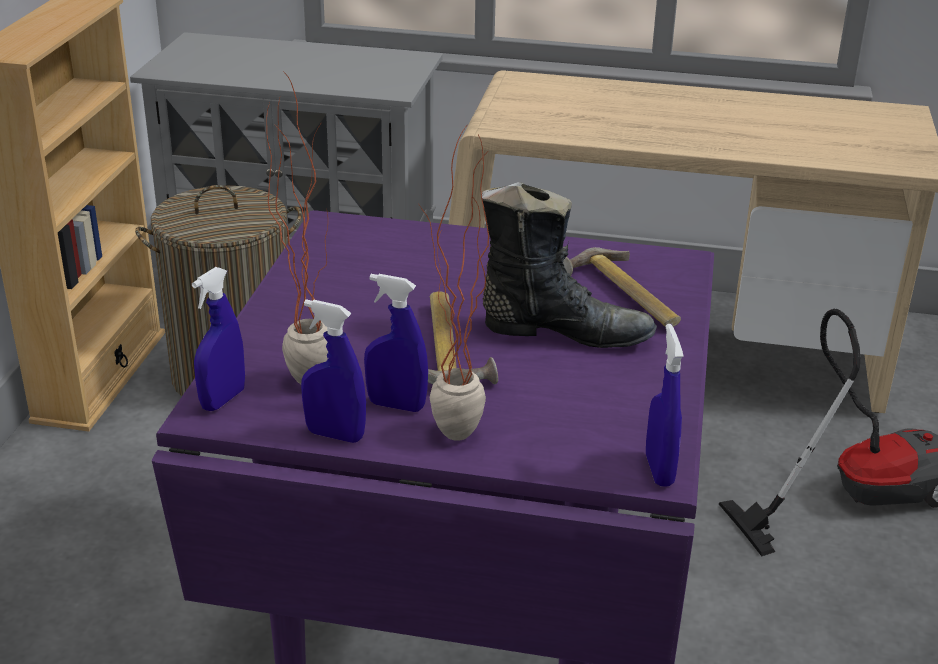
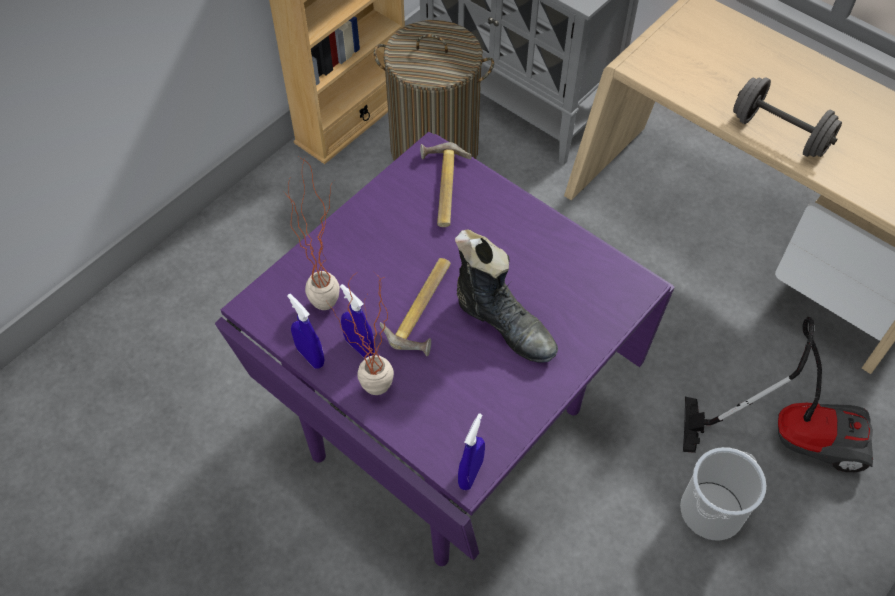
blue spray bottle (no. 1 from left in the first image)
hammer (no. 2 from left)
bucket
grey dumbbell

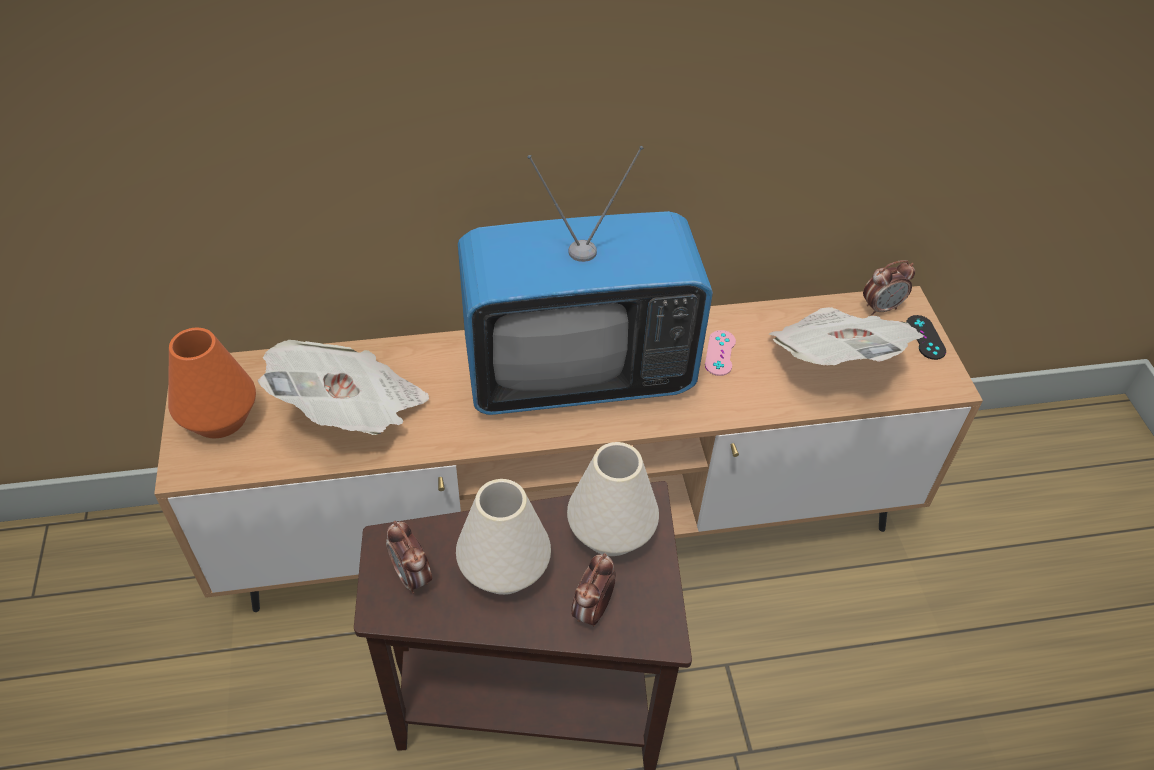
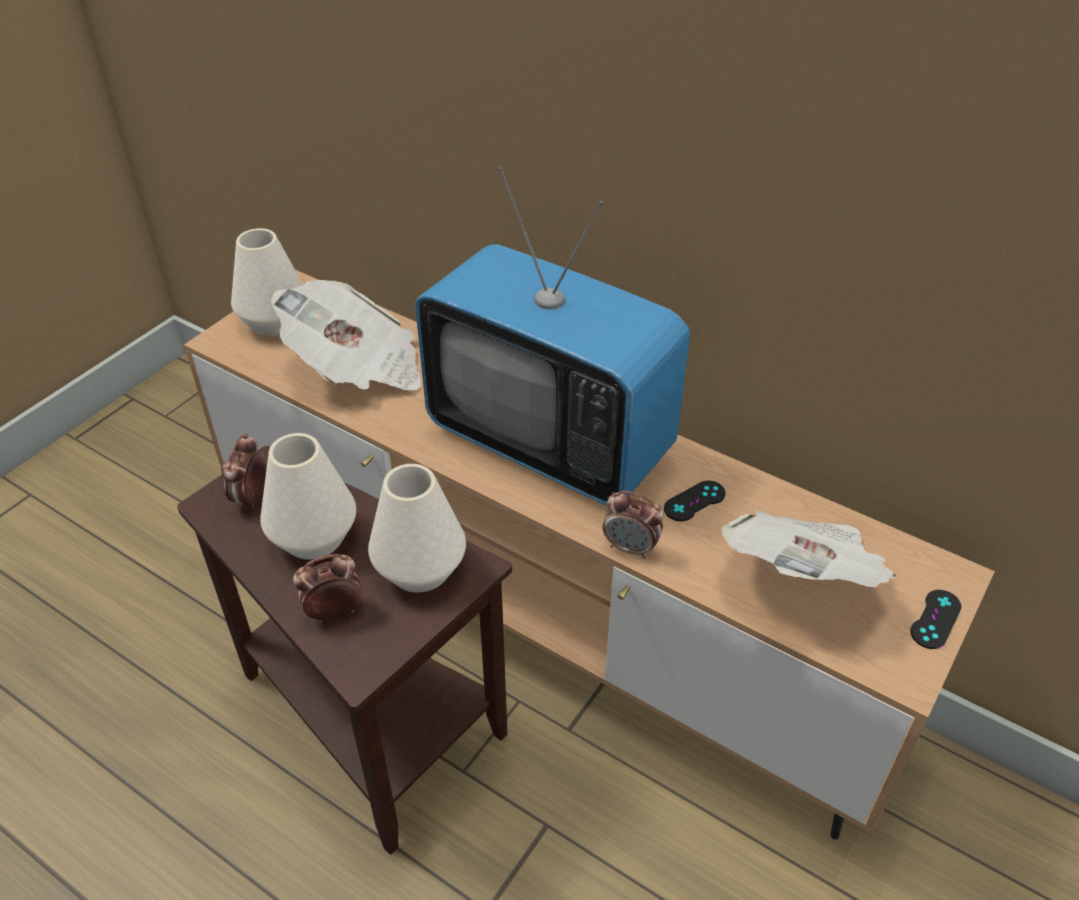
white vase (no. 1 from left)
black game controller (no. 1 from left)
alarm clock (no. 3 from left)

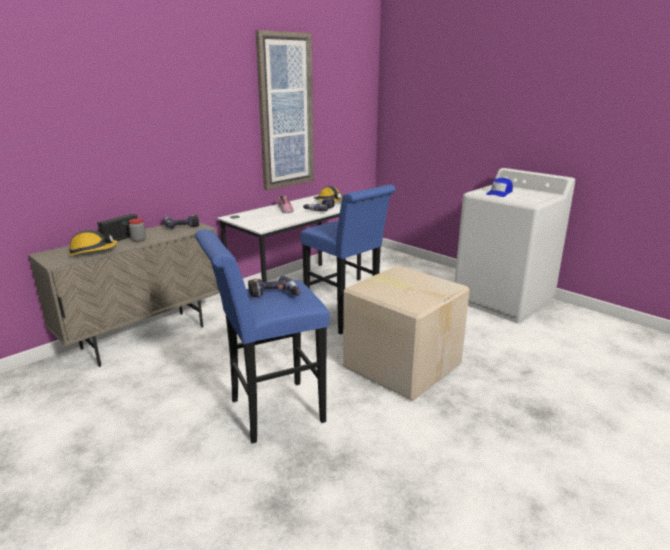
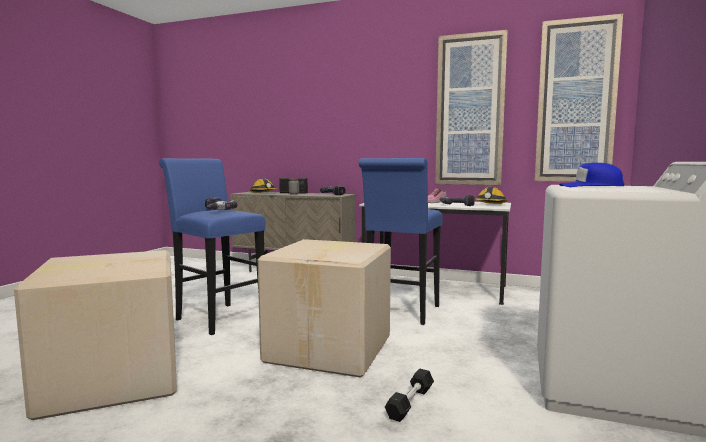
cardboard box (no. 1 from left)
black dumbbell
picture (no. 2 from left)

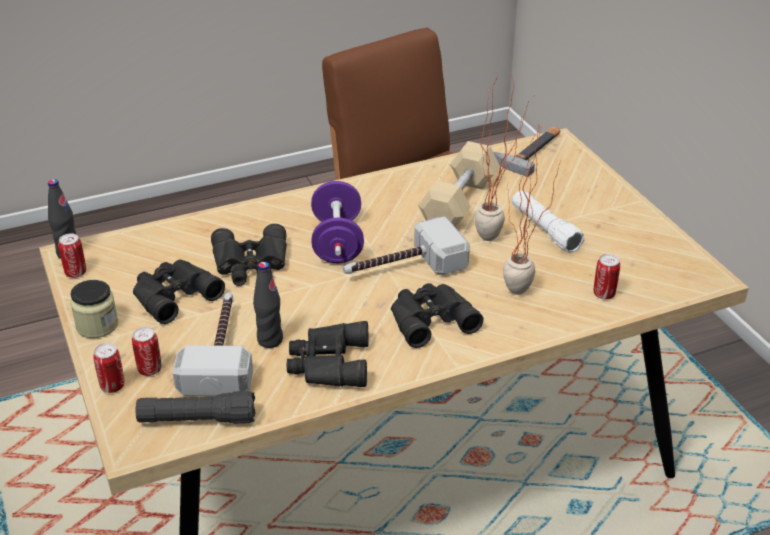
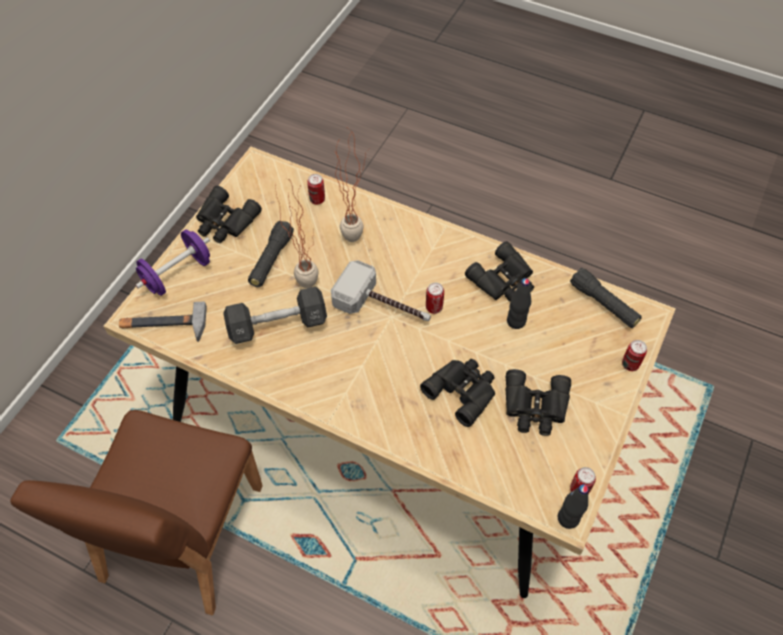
jar
can (no. 2 from left)
hammer (no. 1 from left in the first image)
purple dumbbell
black binoculars (no. 1 from left)
black dumbbell
black flashlight (no. 1 from left)

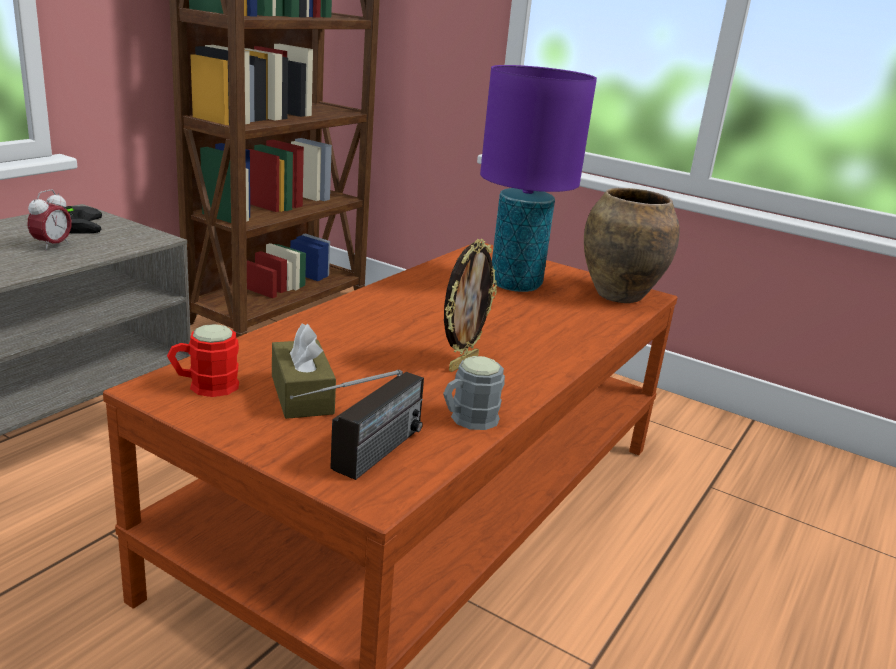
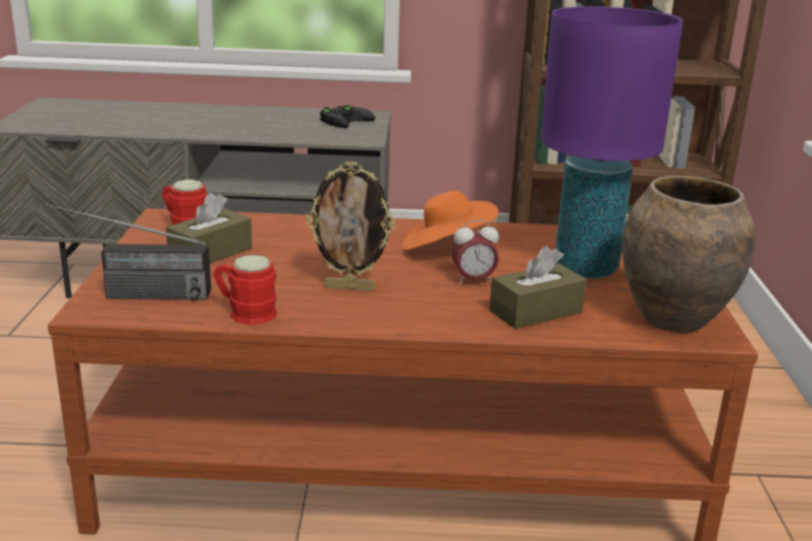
alarm clock
red mug (no. 2 from left)
orange hat
brown tissue box (no. 2 from left)

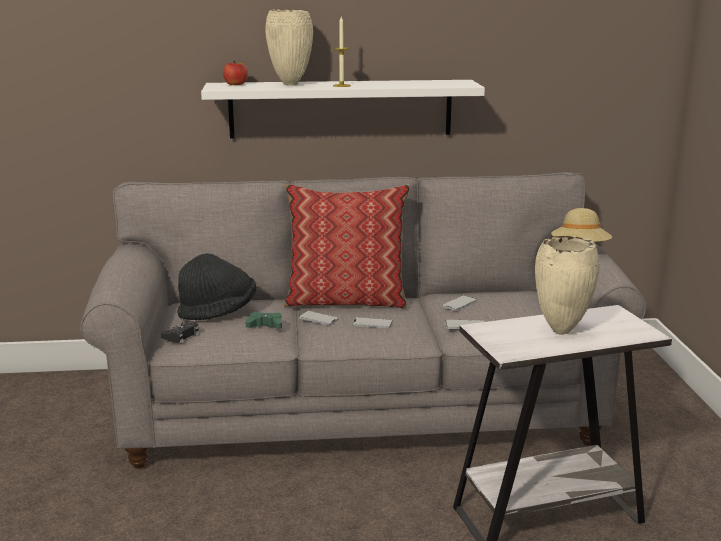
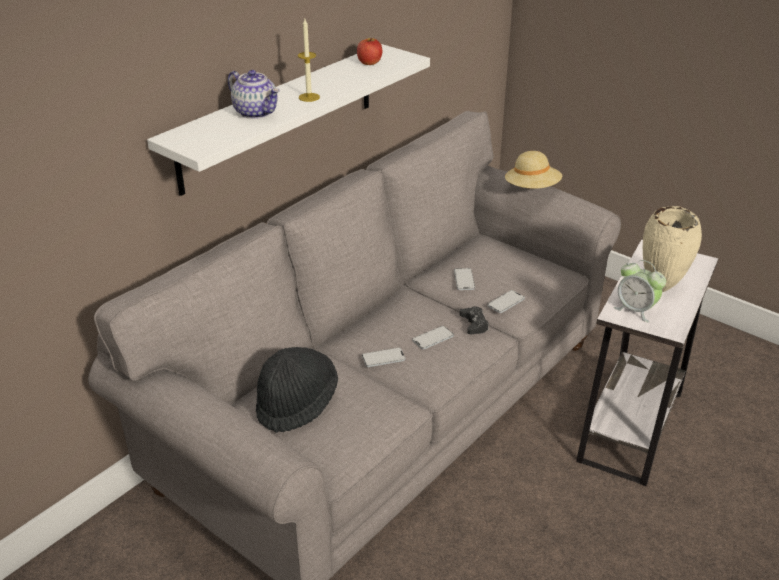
black game controller
apple
green game controller
teapot
pillow
alarm clock

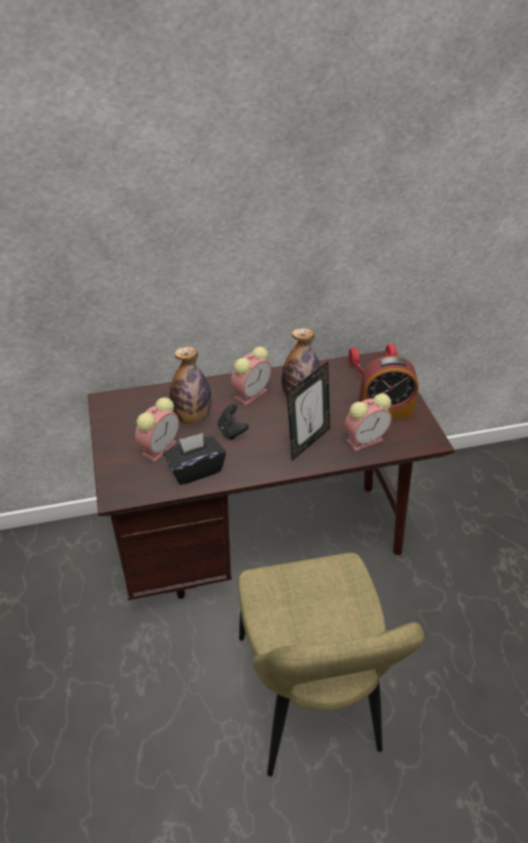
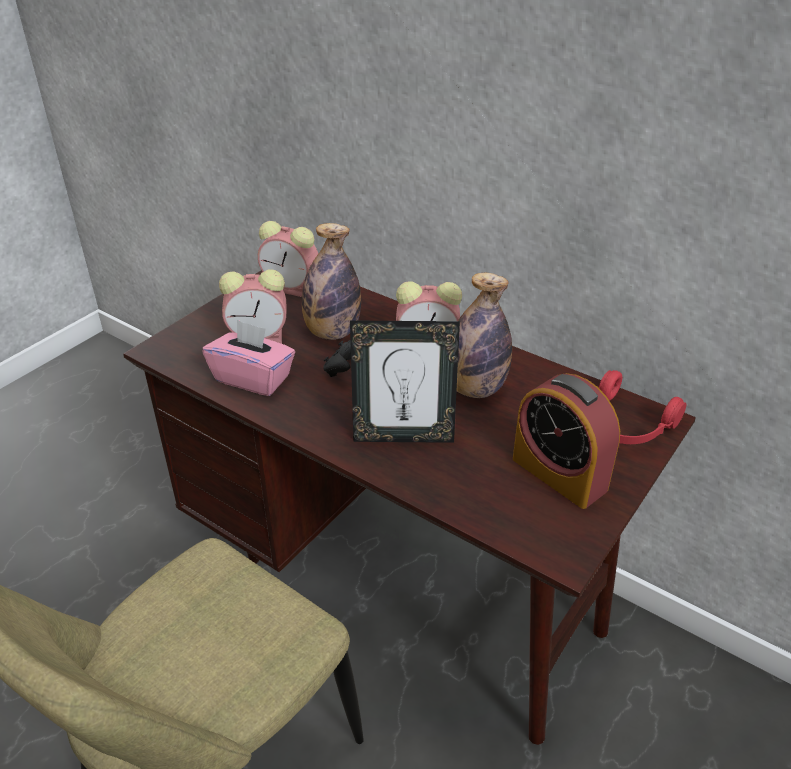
pink tissue box
alarm clock (no. 2 from left)

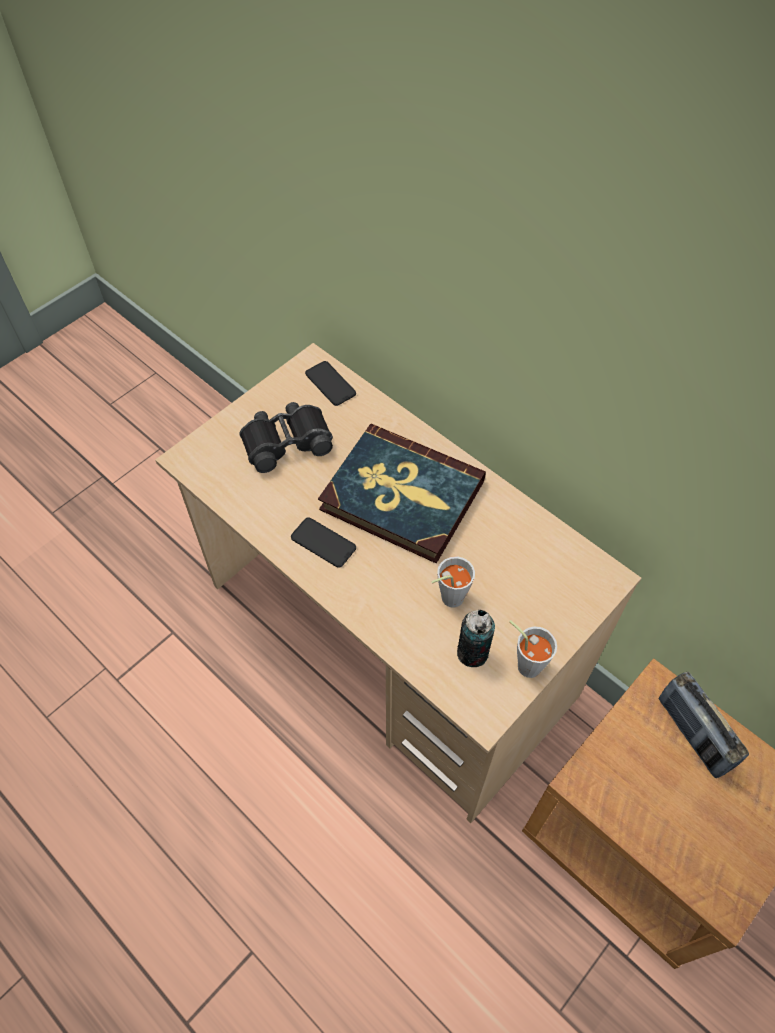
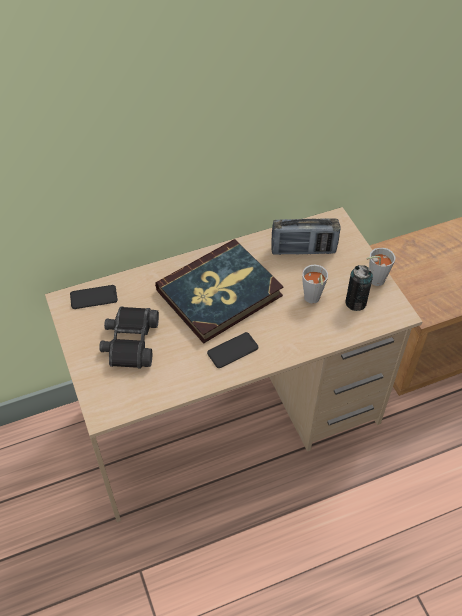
radio

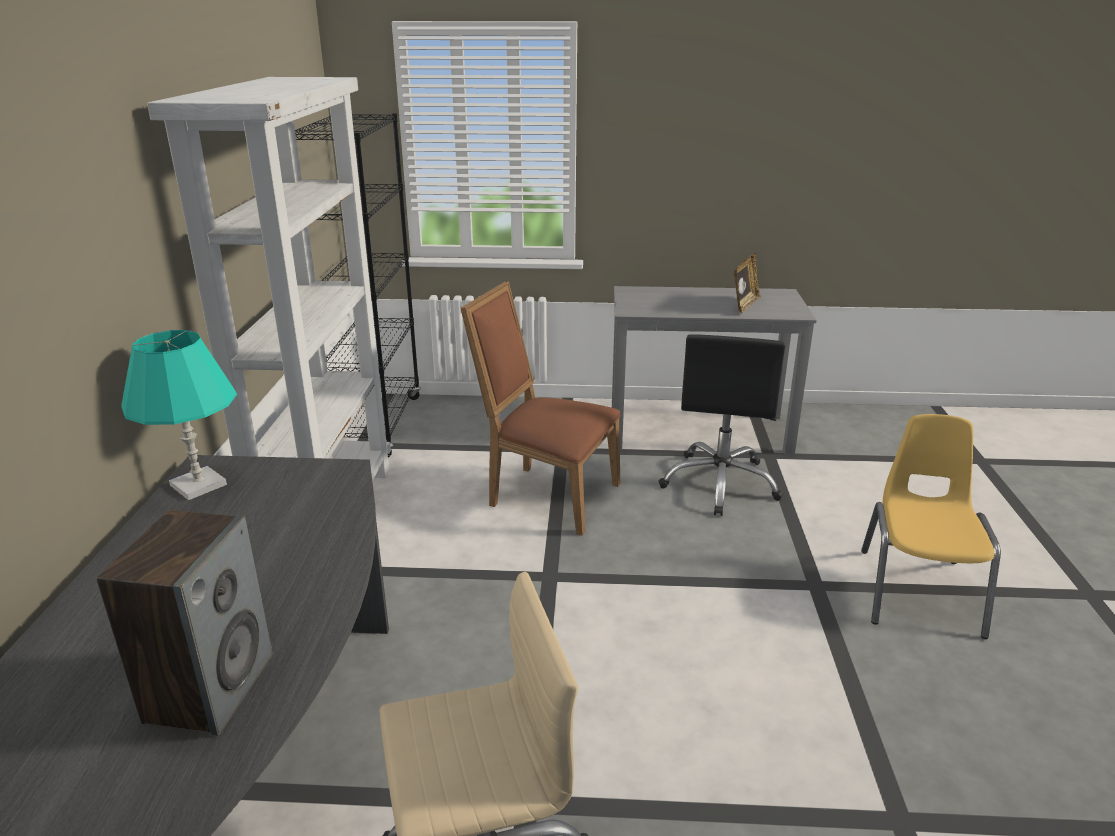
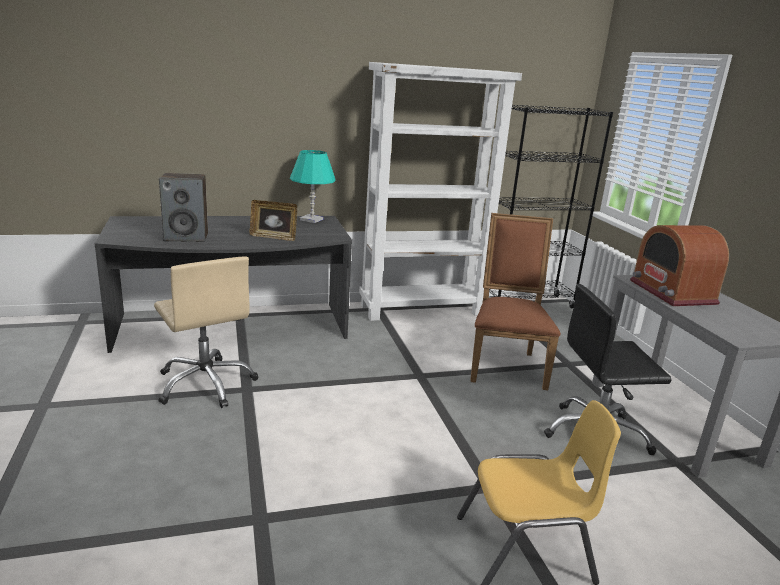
picture frame
radio

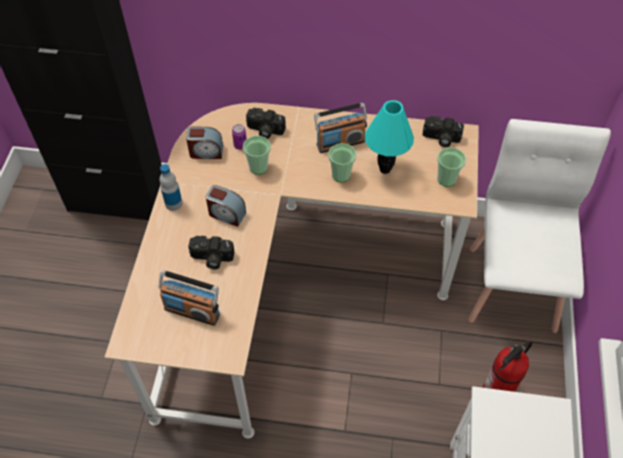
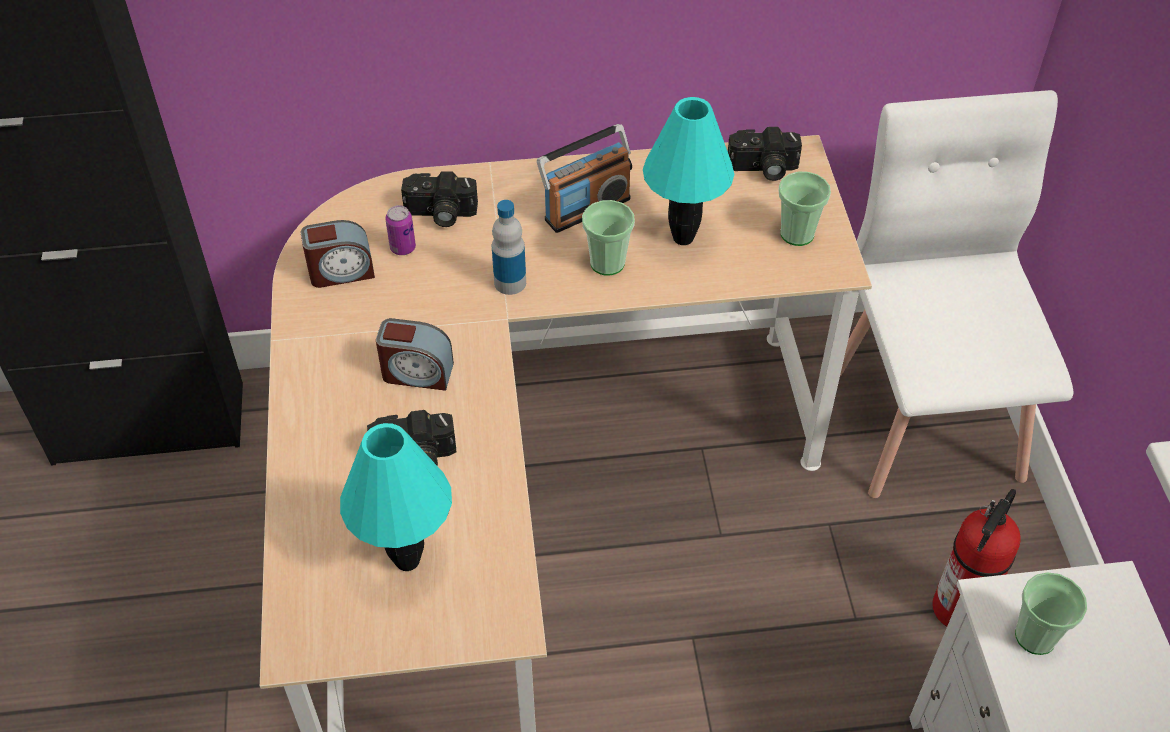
turquoise table lamp (no. 1 from left)
bottle
cup (no. 3 from left)

